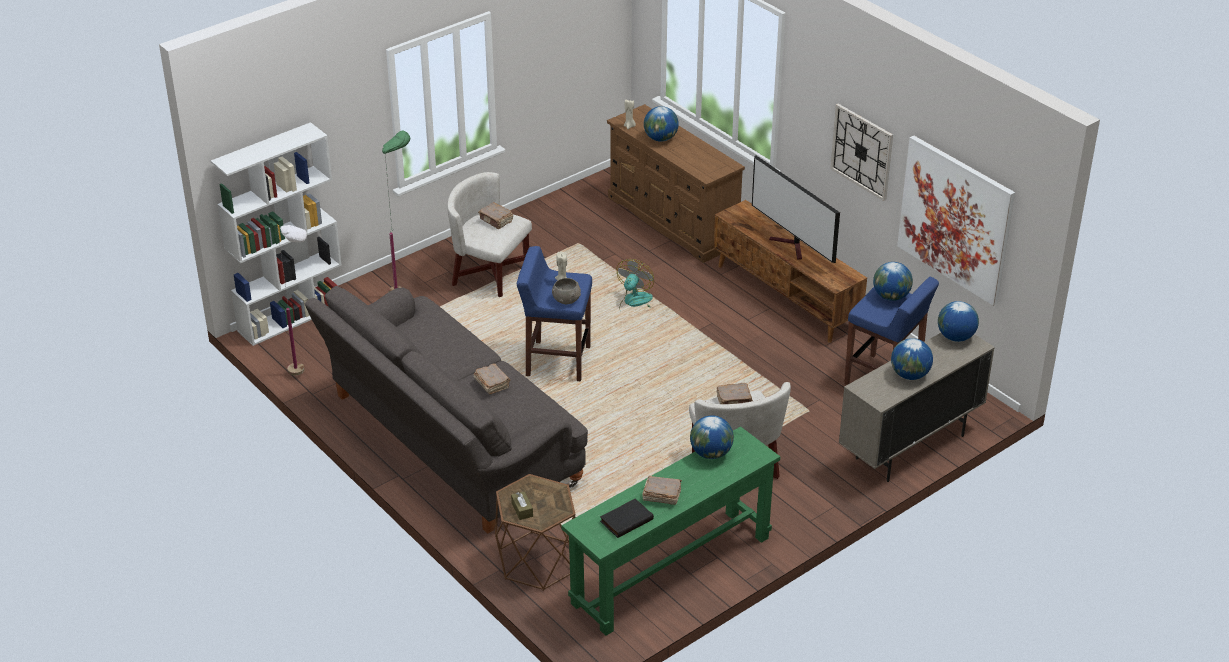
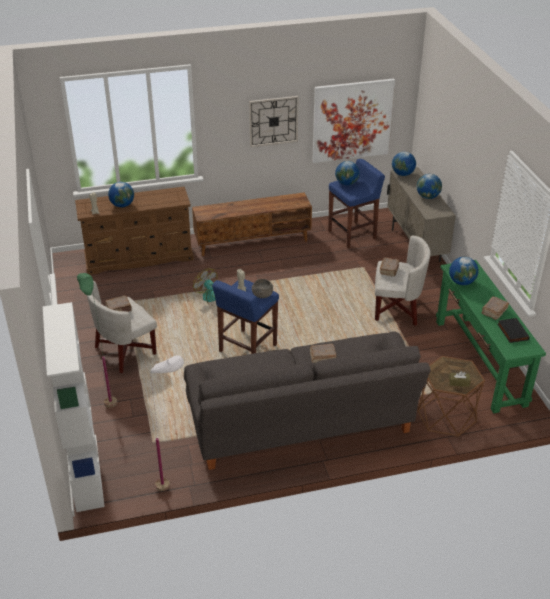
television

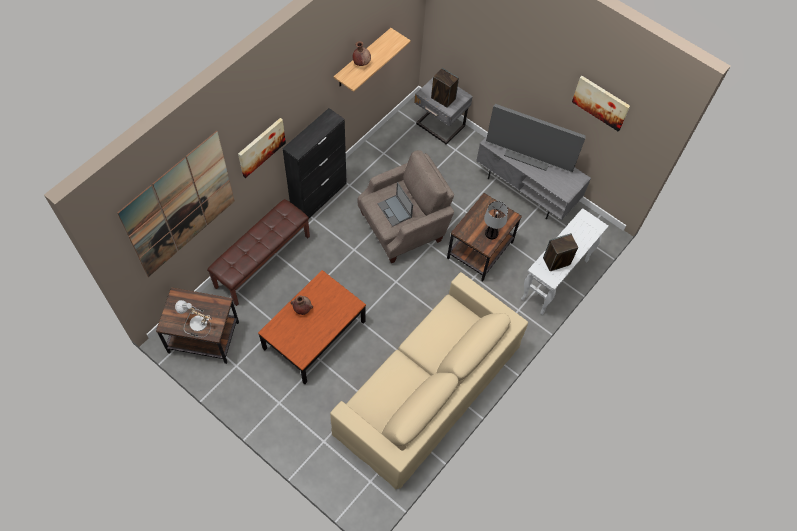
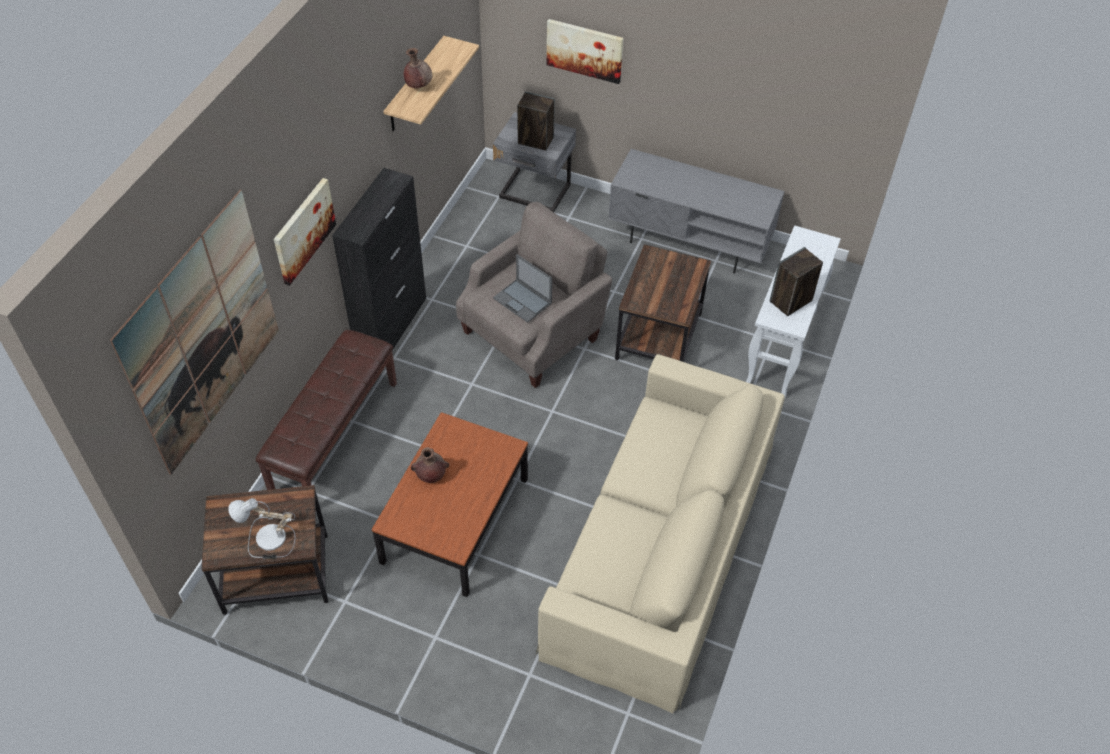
table lamp (no. 2 from left in the first image)
television
picture (no. 3 from left)

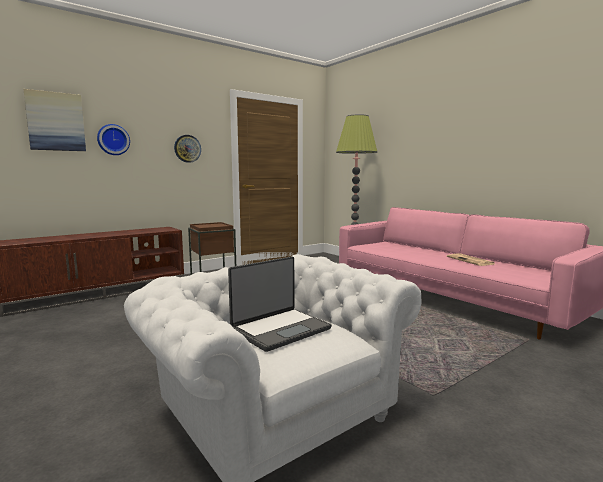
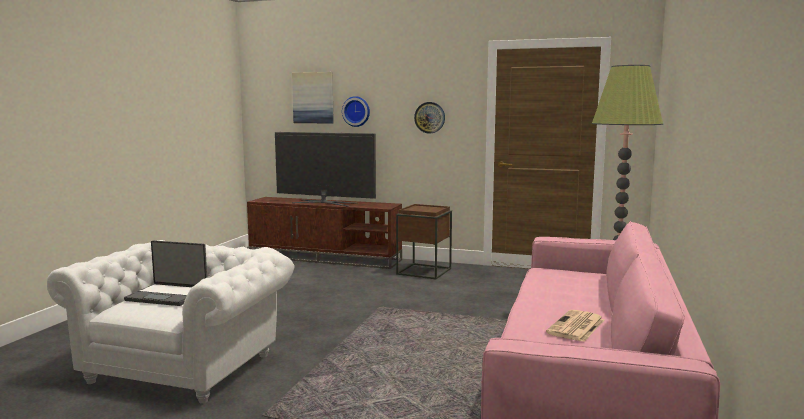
television

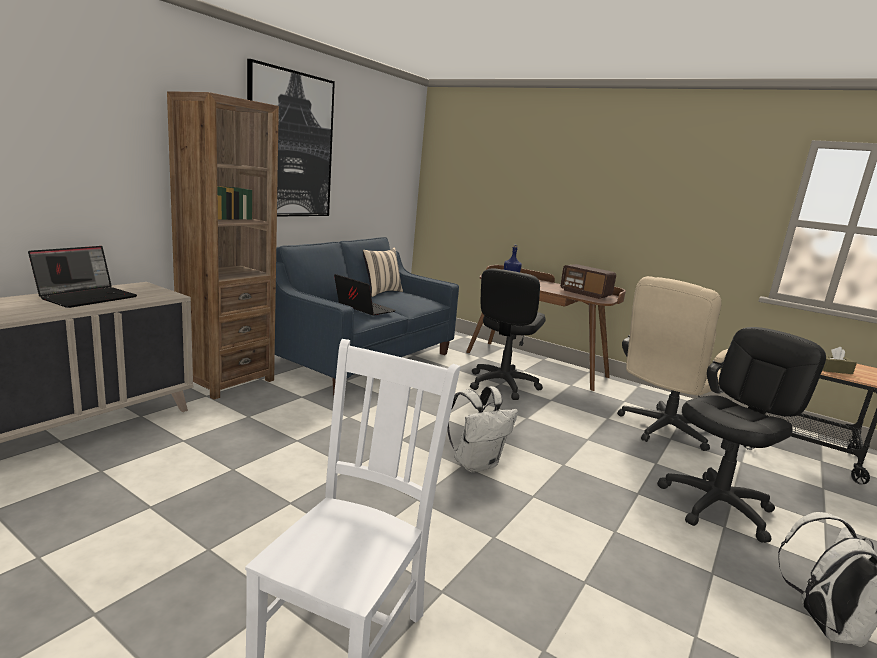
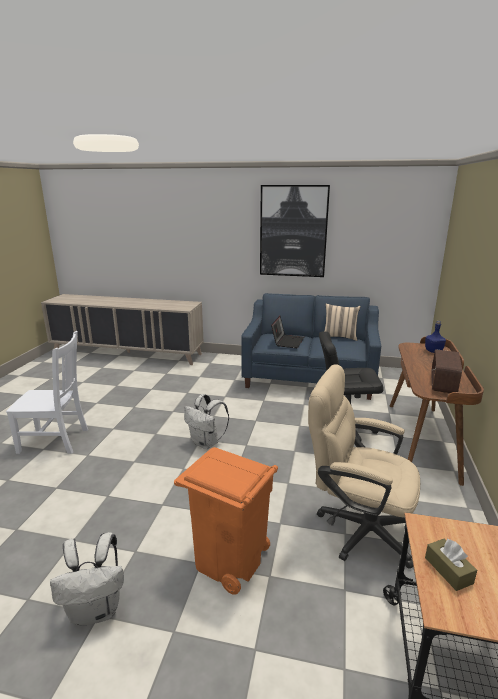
laptop (no. 1 from left in the first image)
brown bookcase
orange trash can

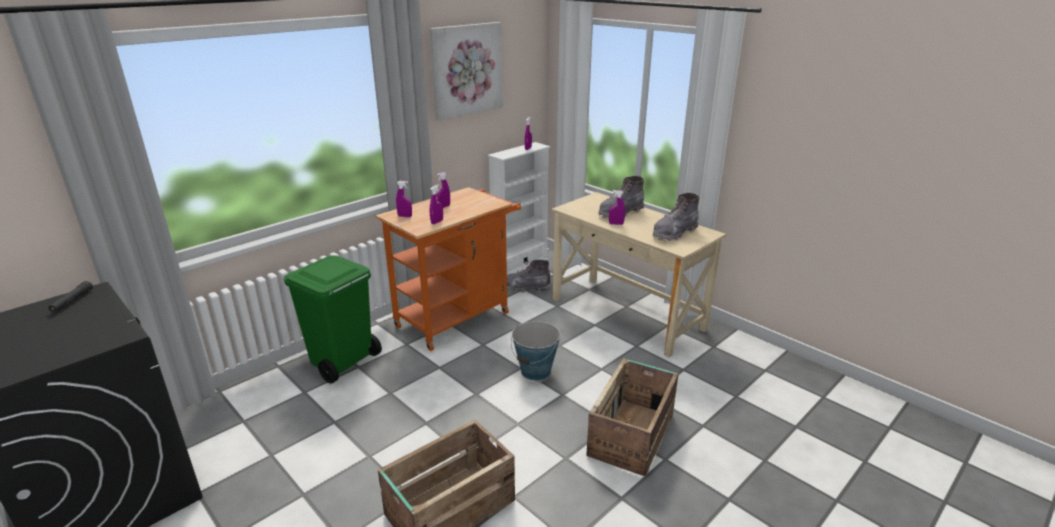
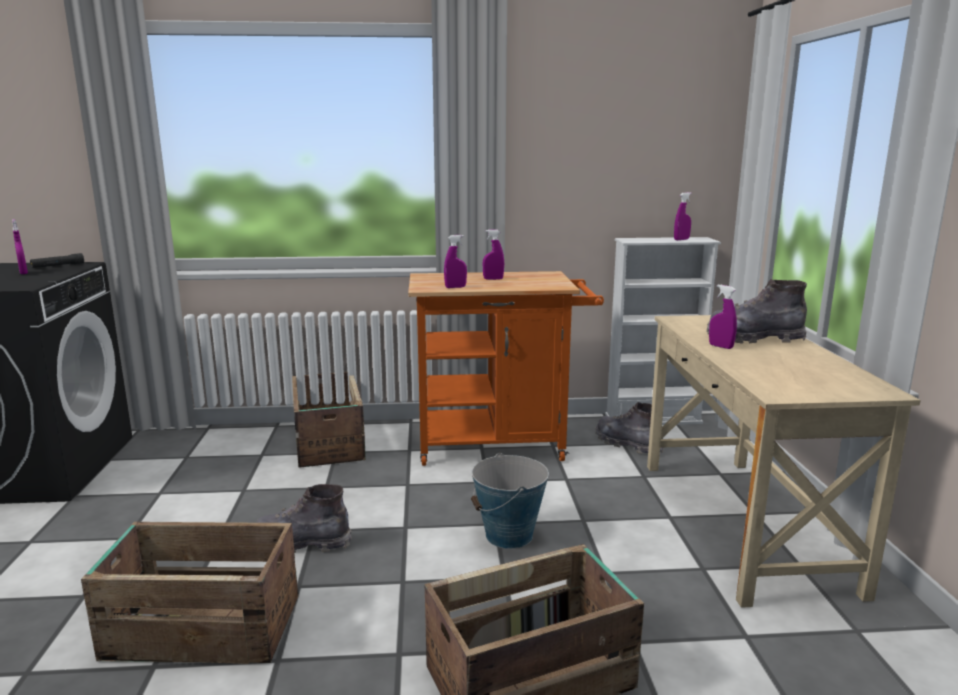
crate (no. 2 from left)
purple spray bottle (no. 1 from left)
picture
grey boot (no. 1 from left)

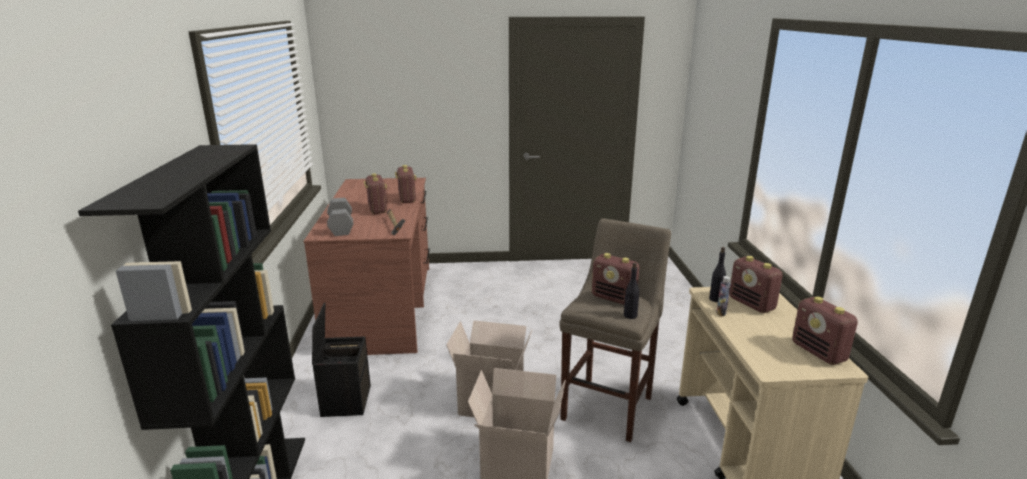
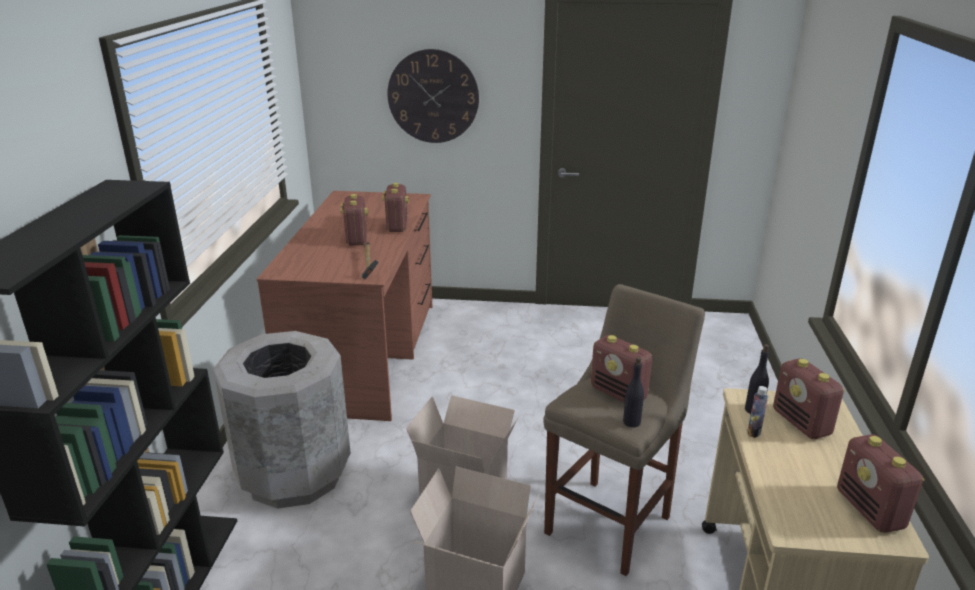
grey trash can
grey dumbbell
wall clock

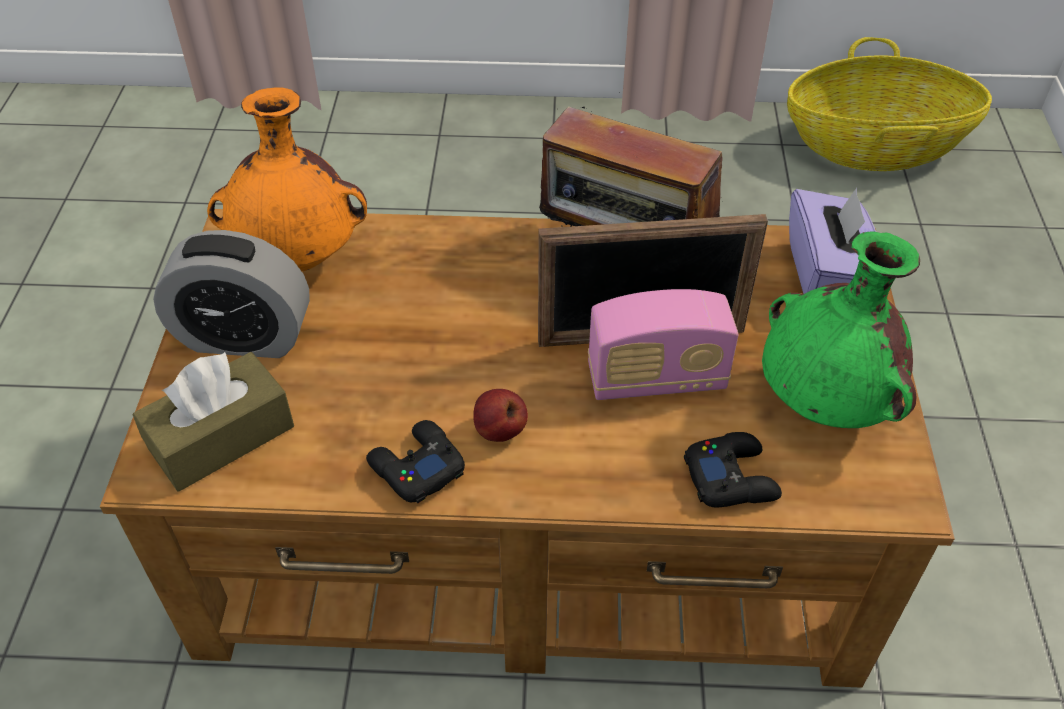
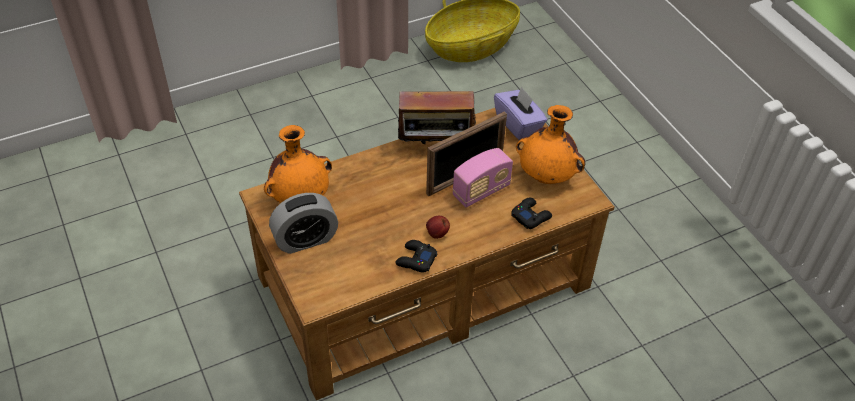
brown tissue box
orange vase (no. 2 from left)

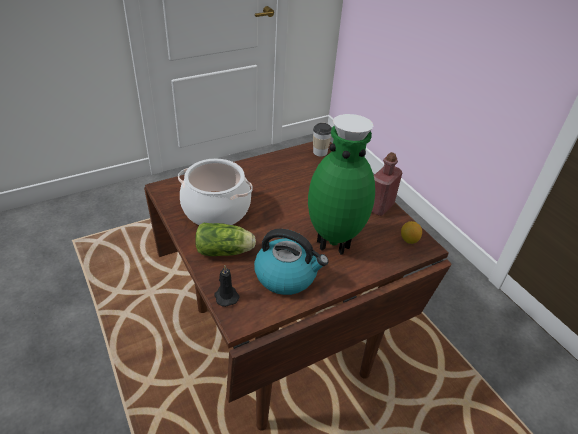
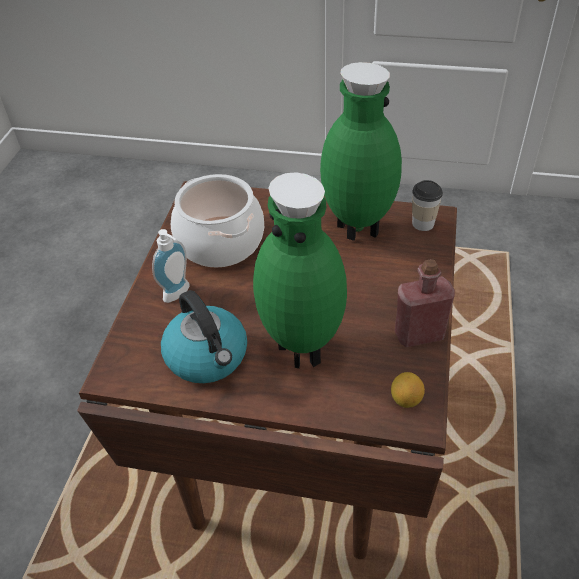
soap dispenser
black candle
green vase (no. 2 from left)

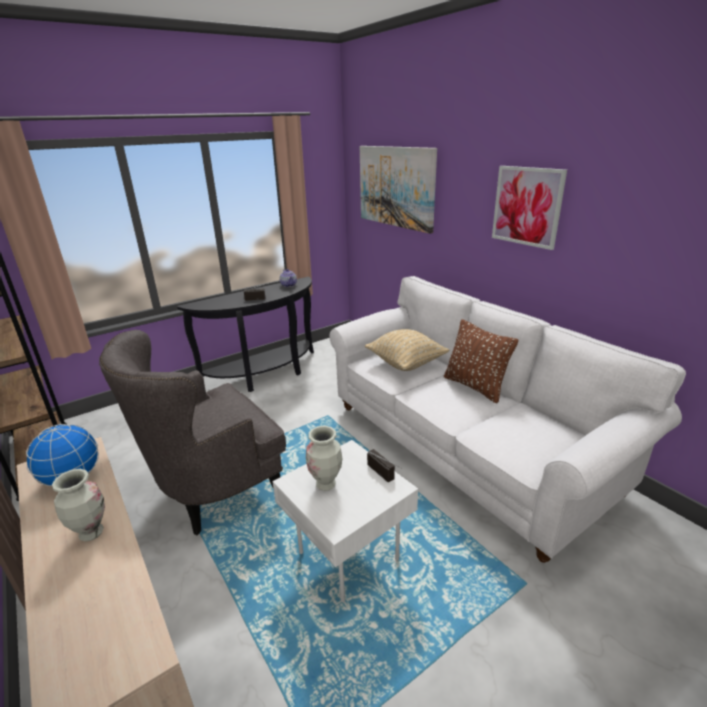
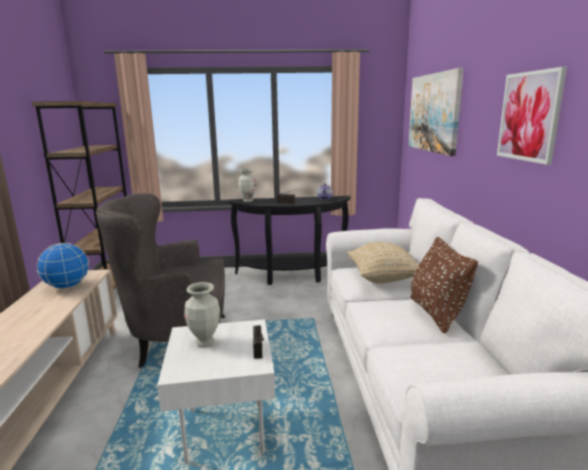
vase (no. 2 from left)

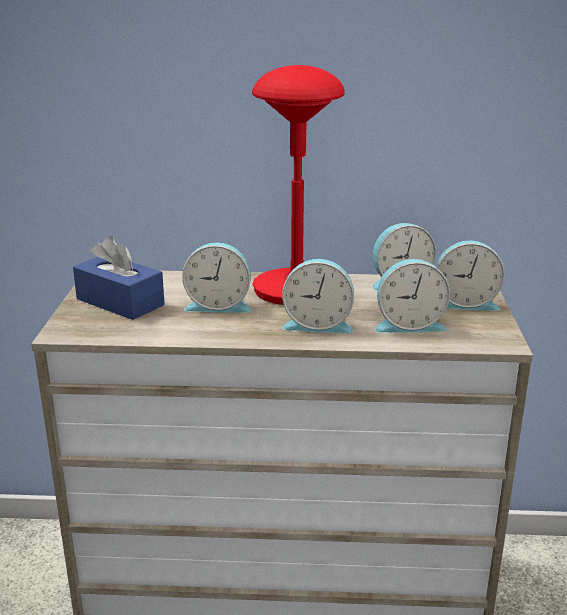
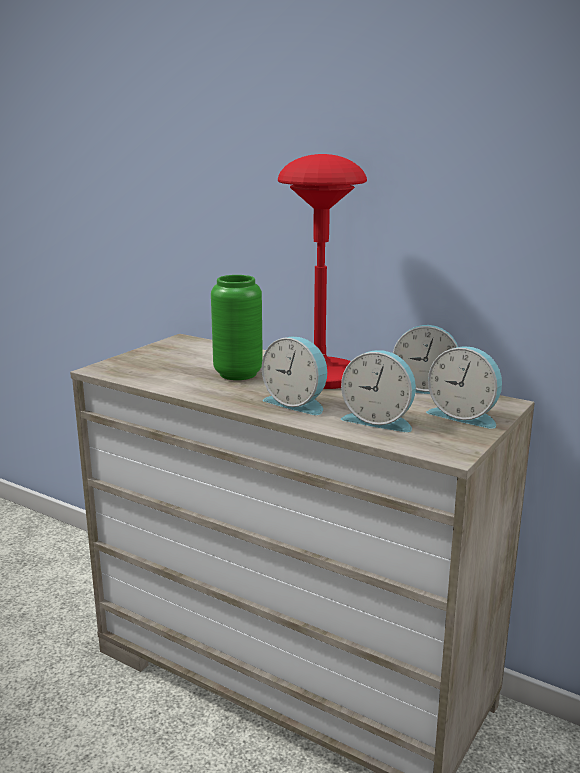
blue tissue box
green vase

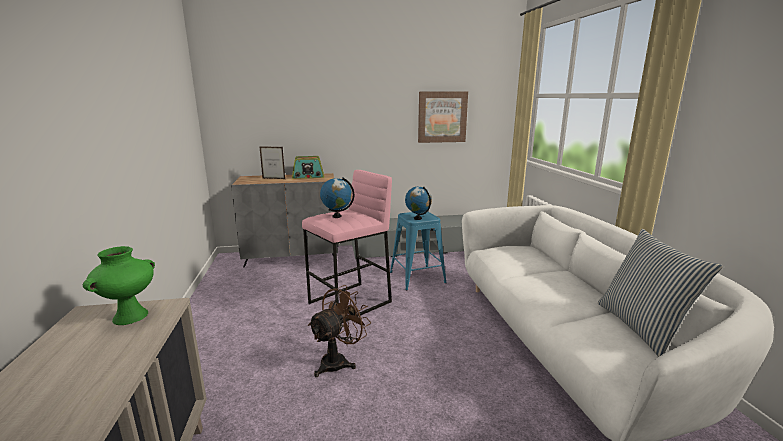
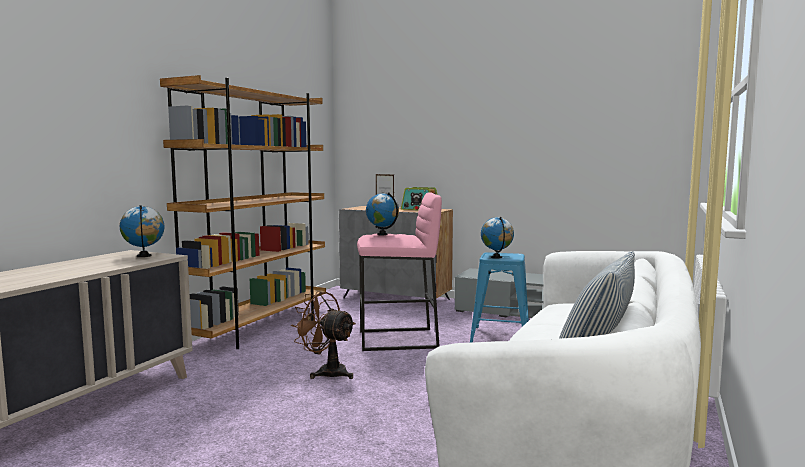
globe (no. 1 from left)
brown fan
picture
brown bookcase

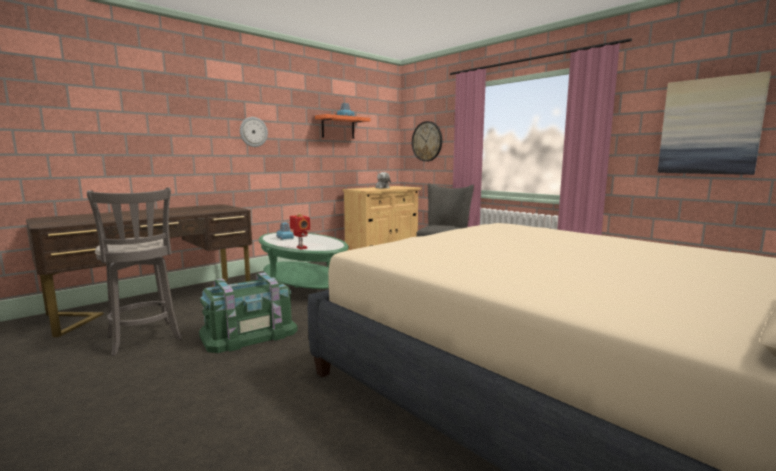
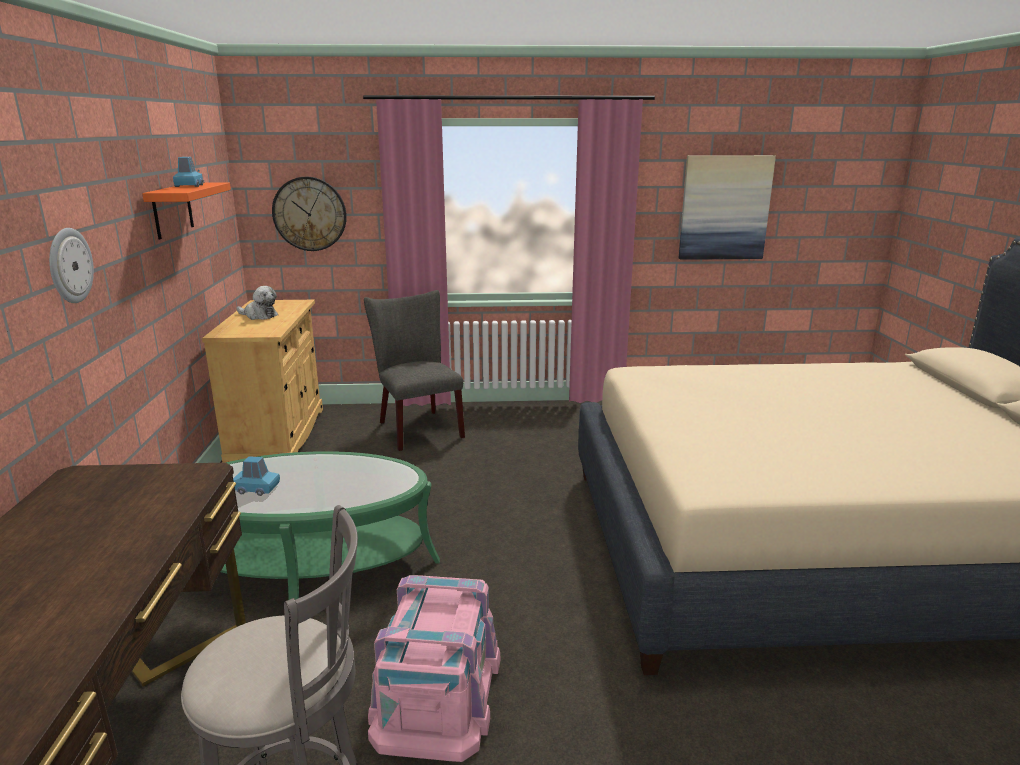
pink storage box
toy robot

